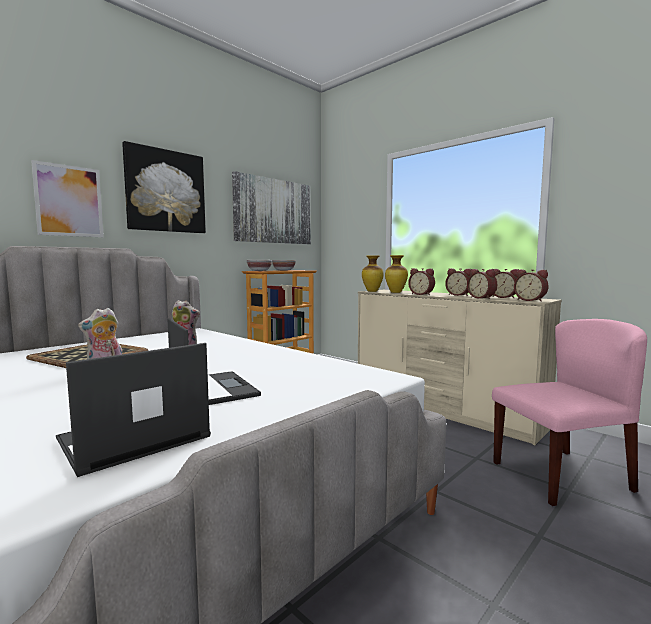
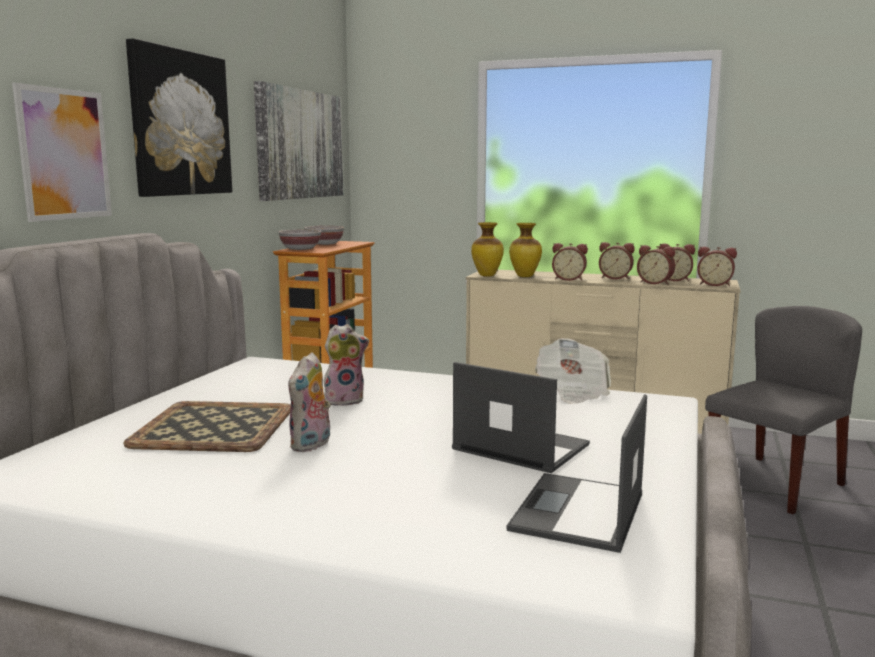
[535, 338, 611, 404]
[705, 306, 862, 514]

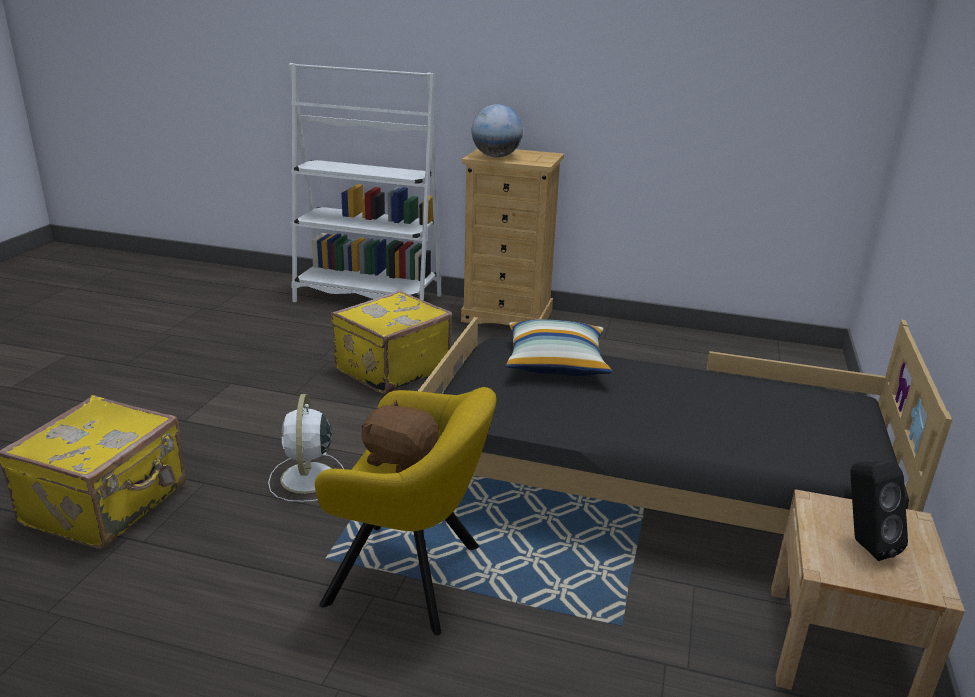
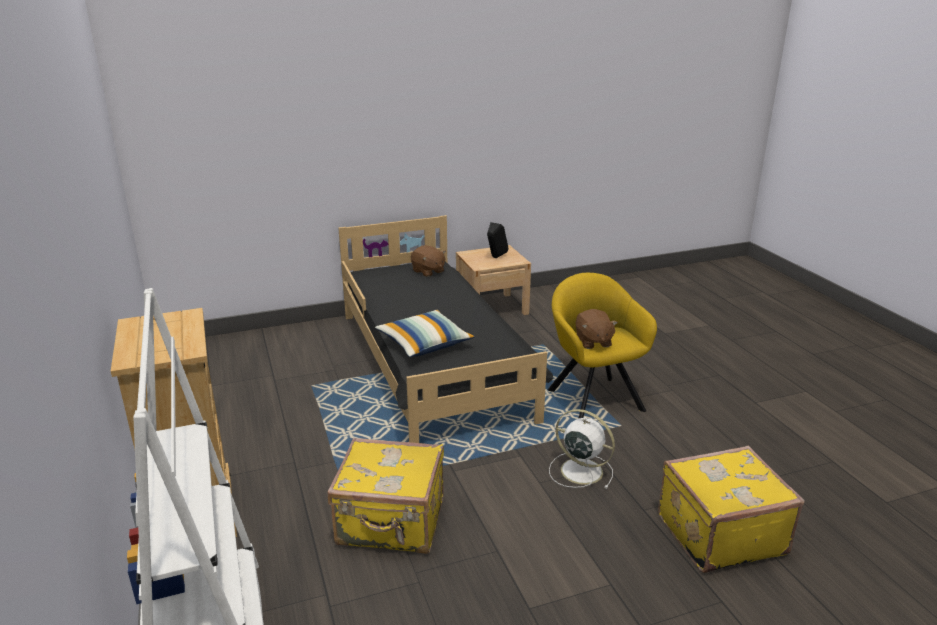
[411, 245, 446, 277]
[549, 409, 615, 489]
[472, 104, 523, 157] (first image)

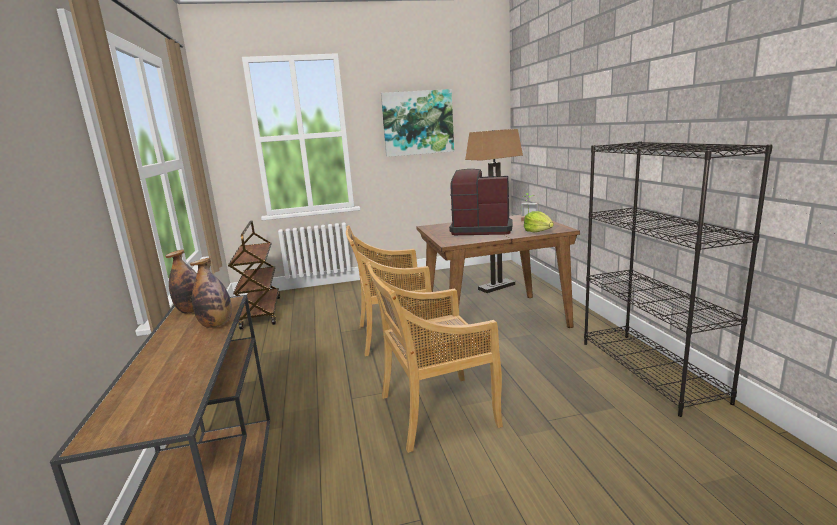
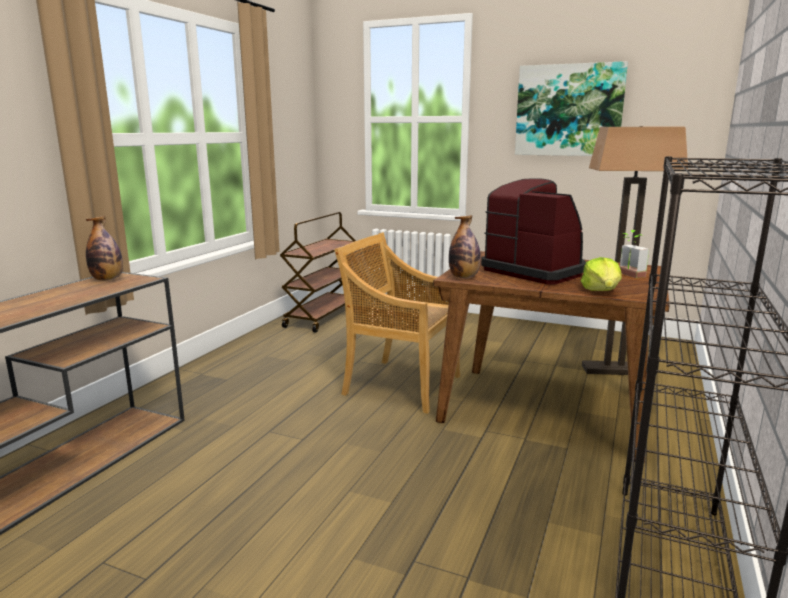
[449, 215, 481, 278]
[365, 262, 503, 453] (first image)

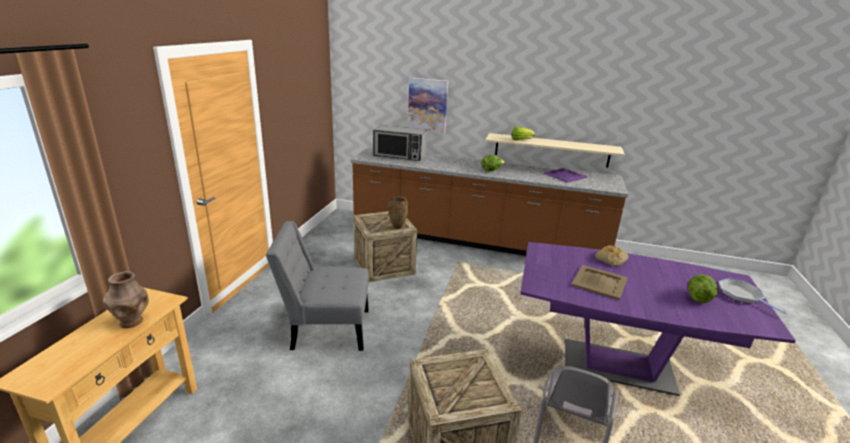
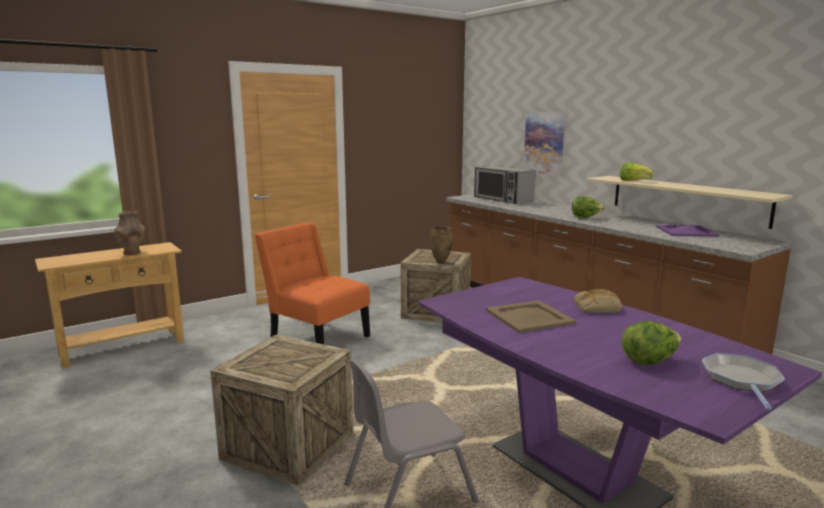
[255, 222, 370, 344]

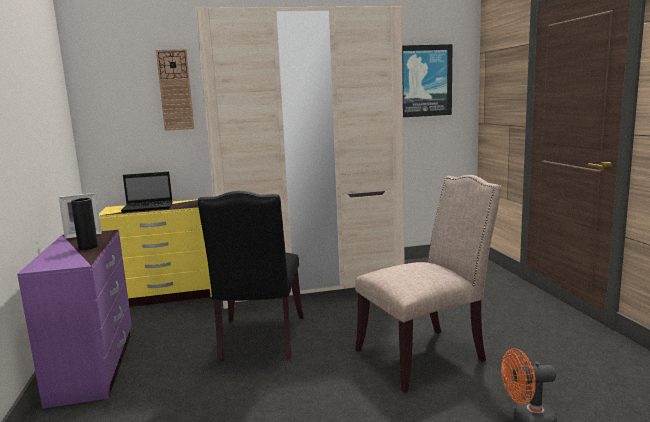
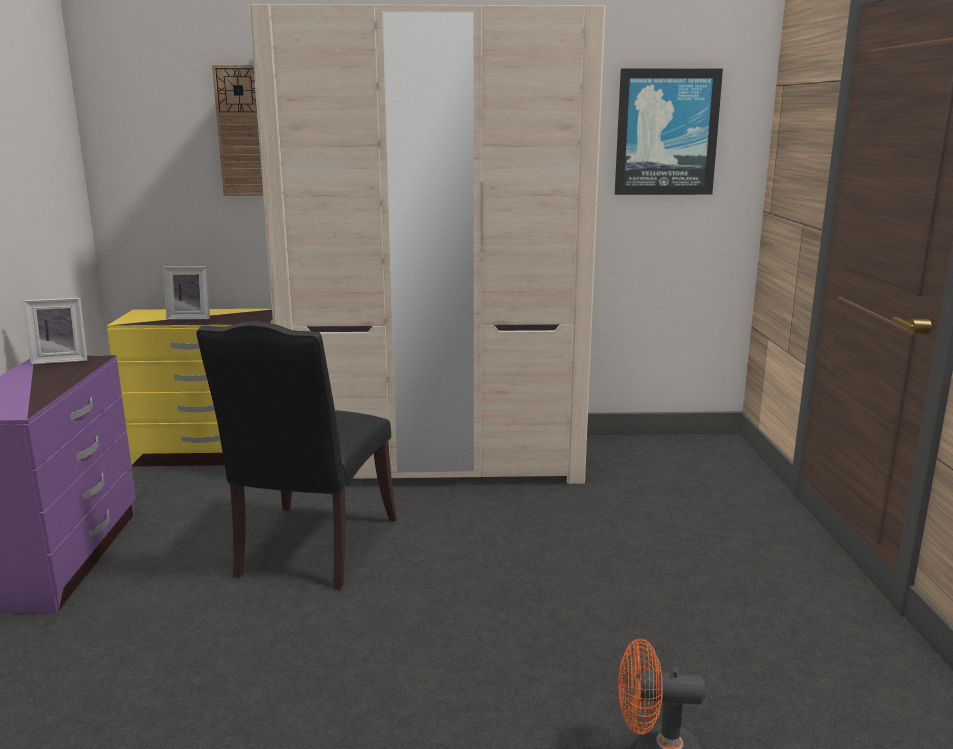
[163, 266, 210, 319]
[71, 198, 98, 250] (first image)
[355, 175, 502, 393] (first image)

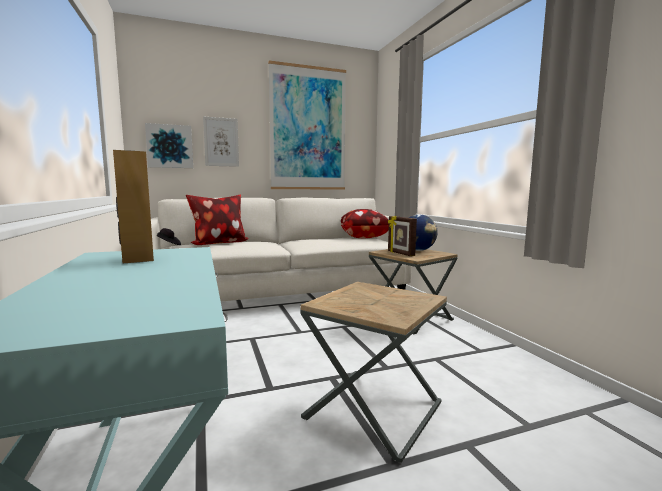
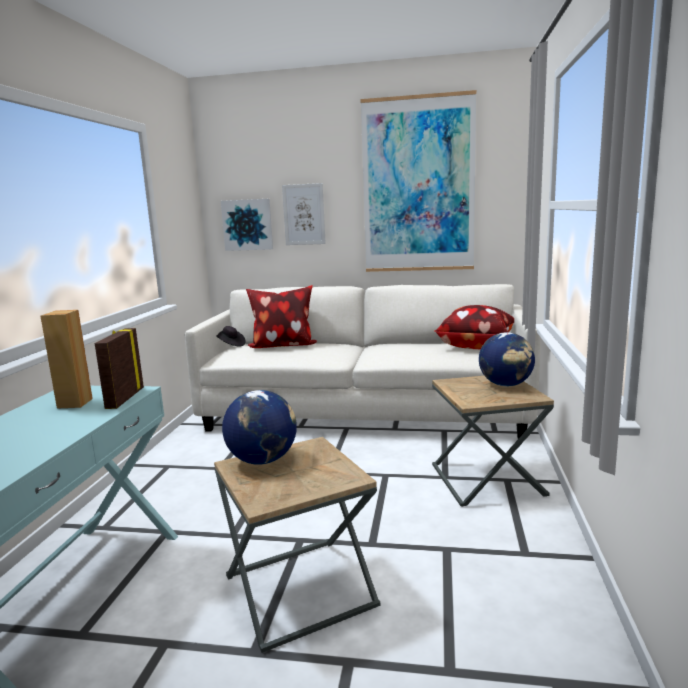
[95, 328, 144, 409]
[222, 390, 297, 465]

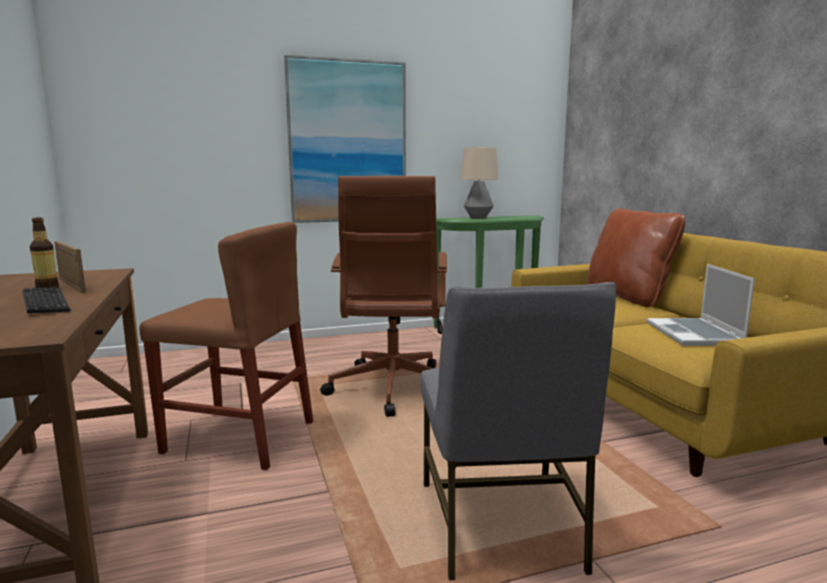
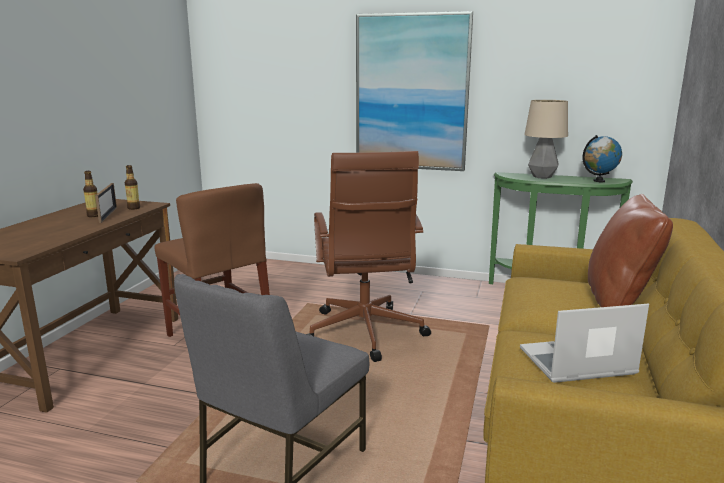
[125, 165, 140, 210]
[306, 151, 431, 362]
[520, 304, 649, 383]
[583, 135, 622, 182]
[22, 287, 71, 313] (first image)

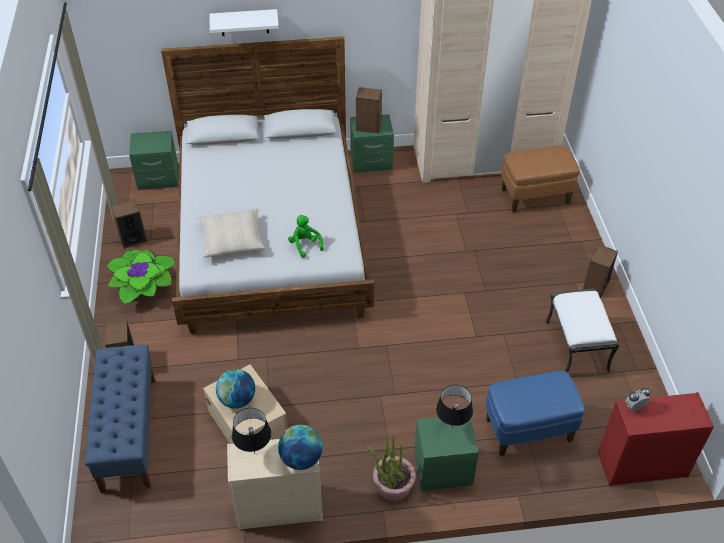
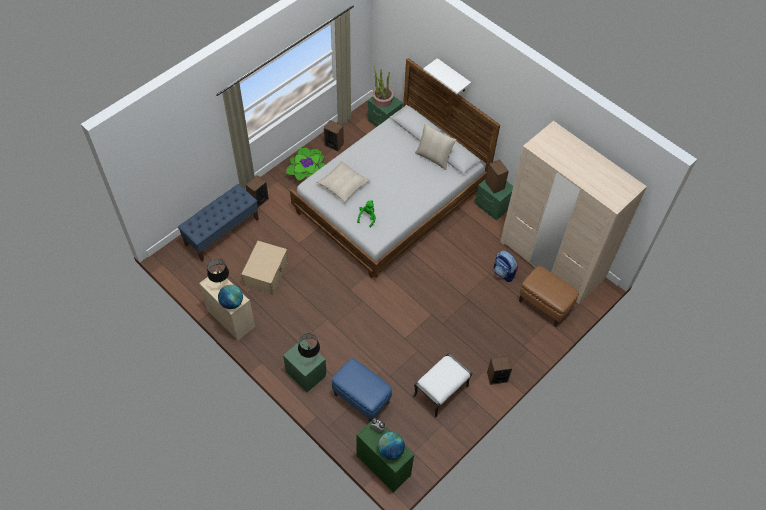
[356, 422, 414, 493]
[372, 66, 394, 107]
[378, 432, 405, 460]
[415, 123, 457, 170]
[494, 250, 518, 282]

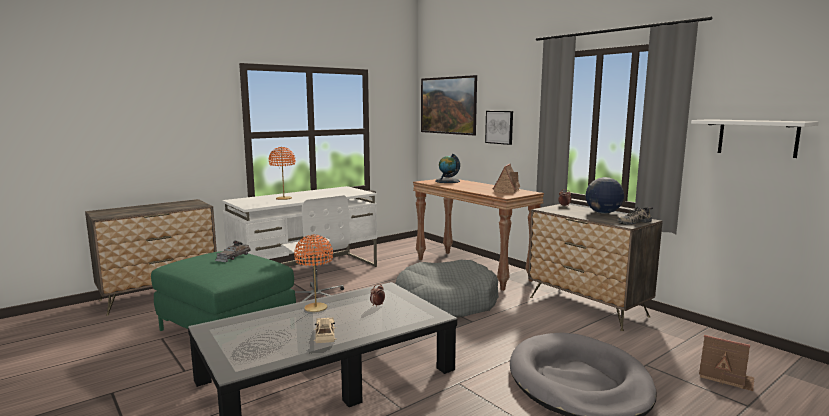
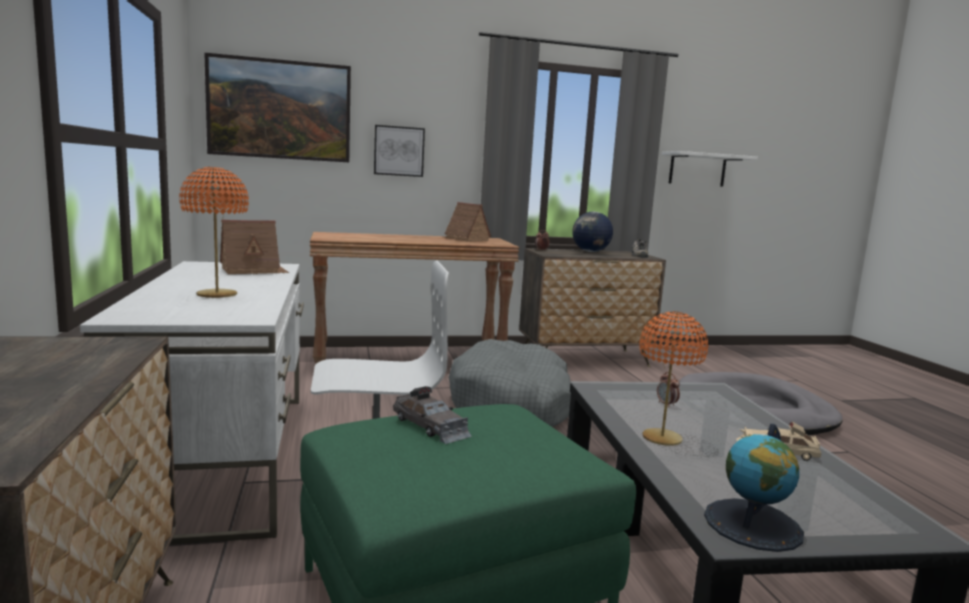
[220, 219, 289, 275]
[704, 424, 804, 552]

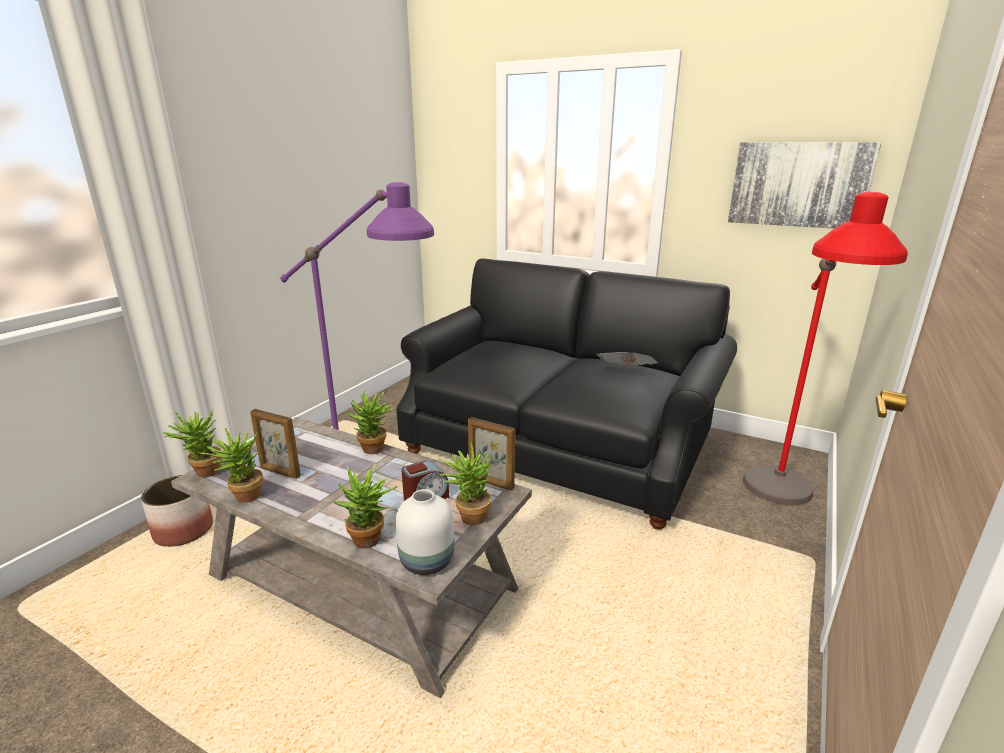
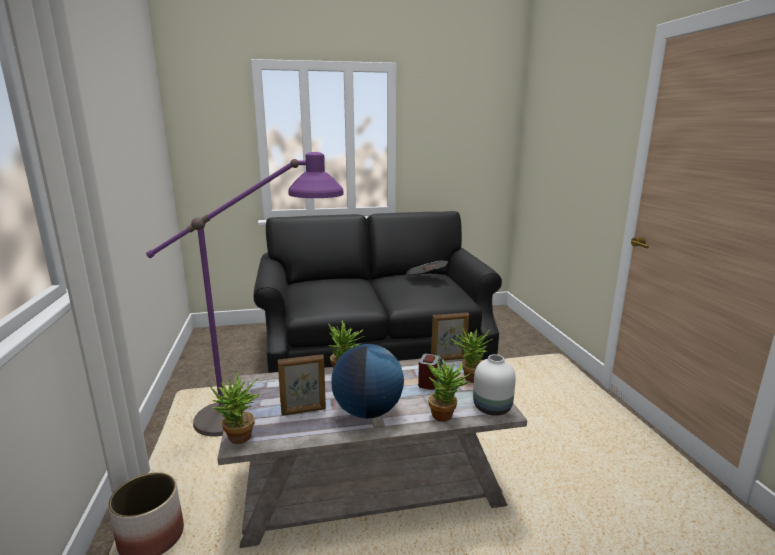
[332, 344, 404, 419]
[200, 428, 263, 503] (first image)
[728, 142, 881, 229] (first image)
[743, 192, 908, 505] (first image)

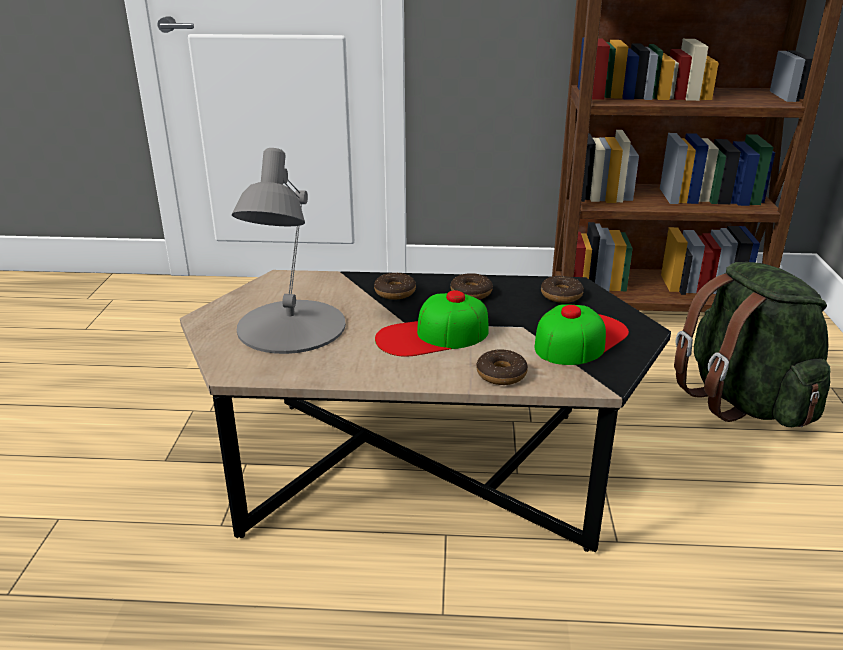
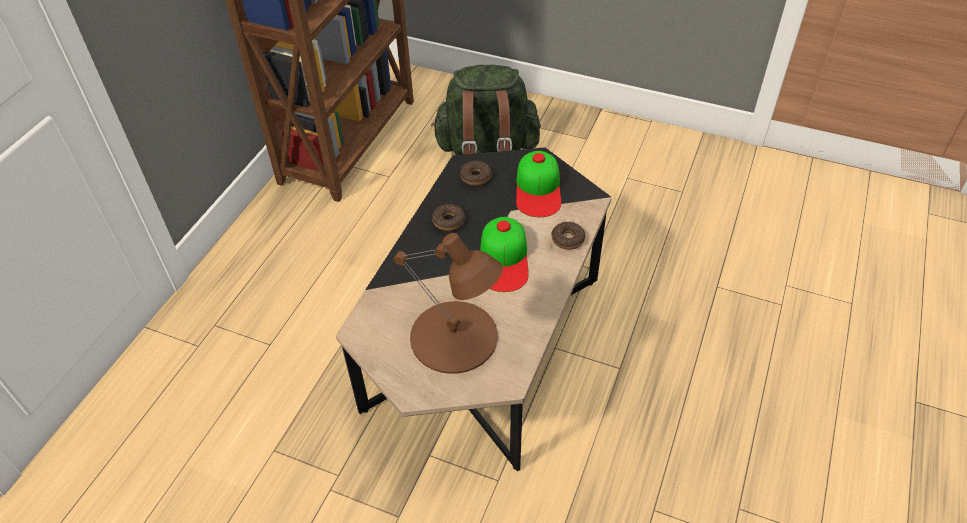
[394, 233, 503, 374]
[516, 151, 561, 217]
[374, 272, 416, 299] (first image)

